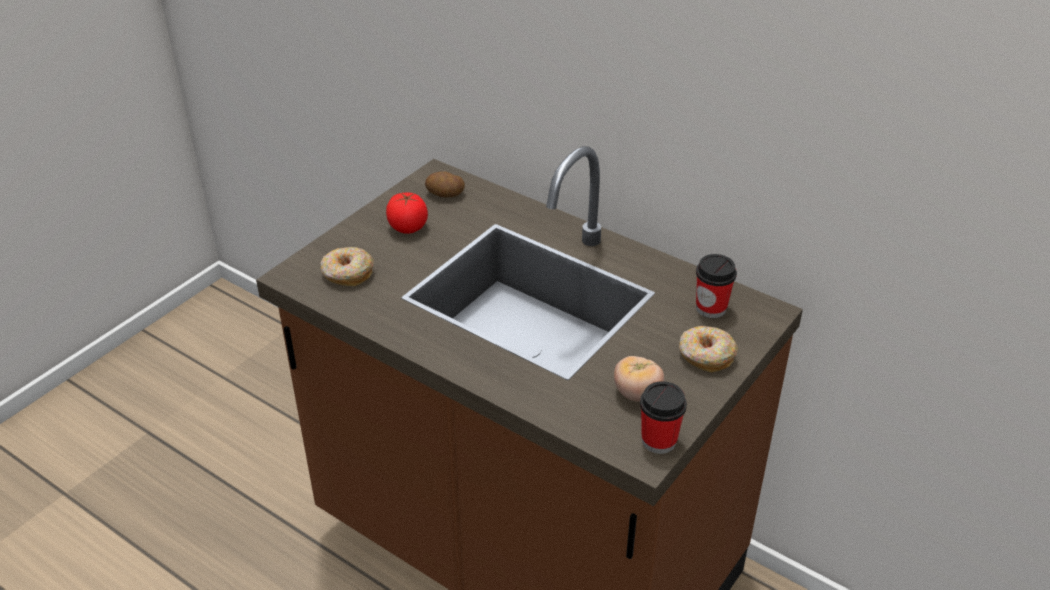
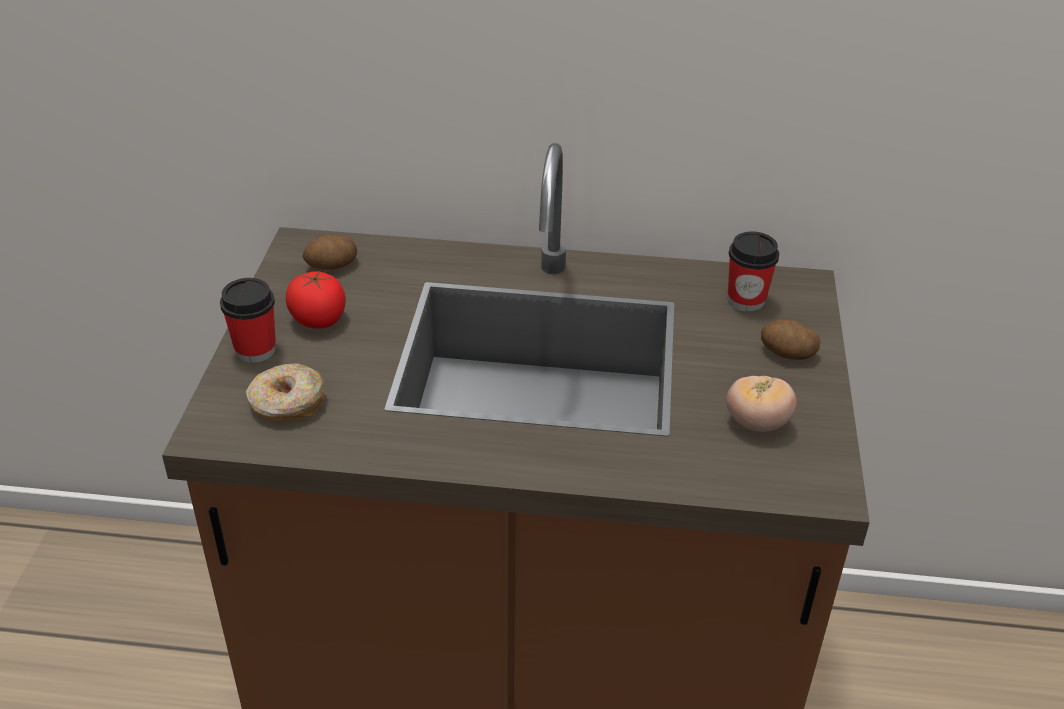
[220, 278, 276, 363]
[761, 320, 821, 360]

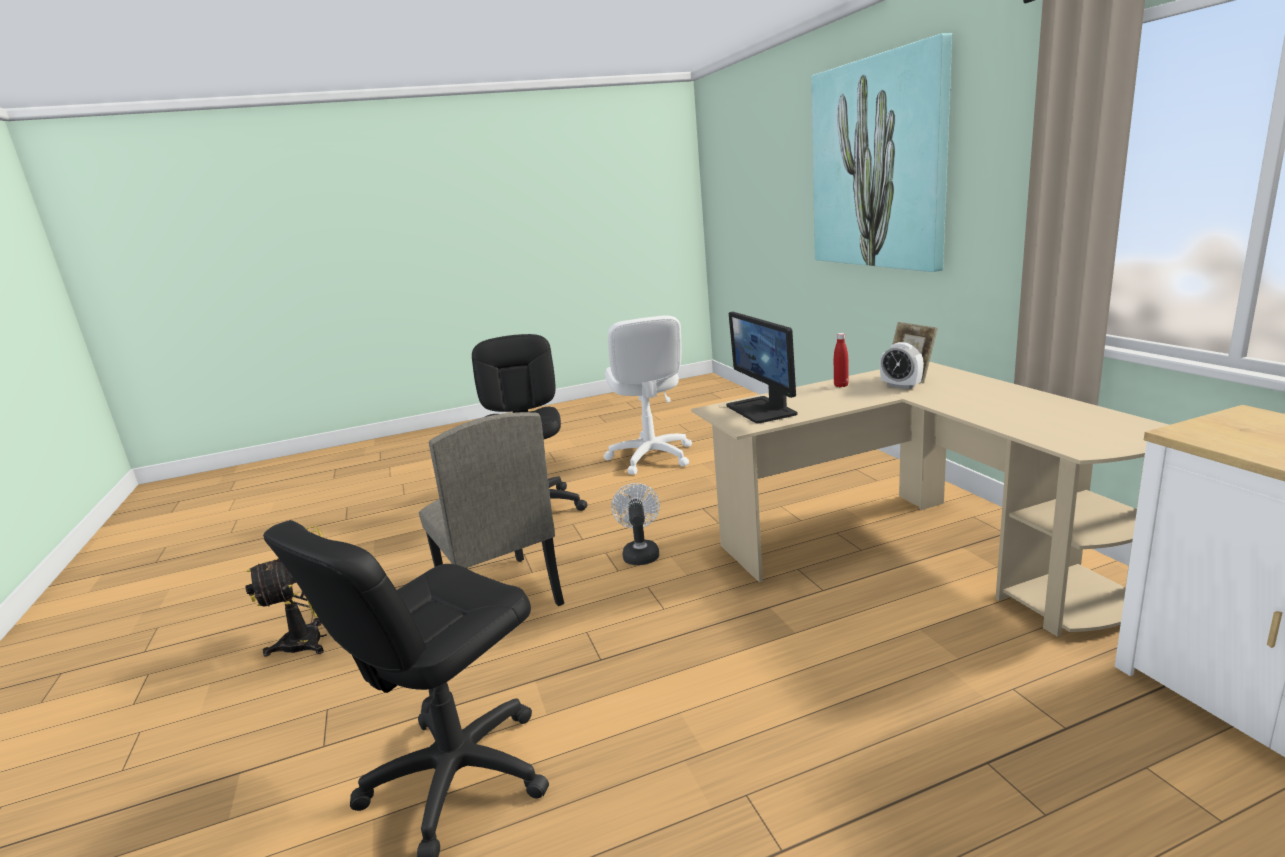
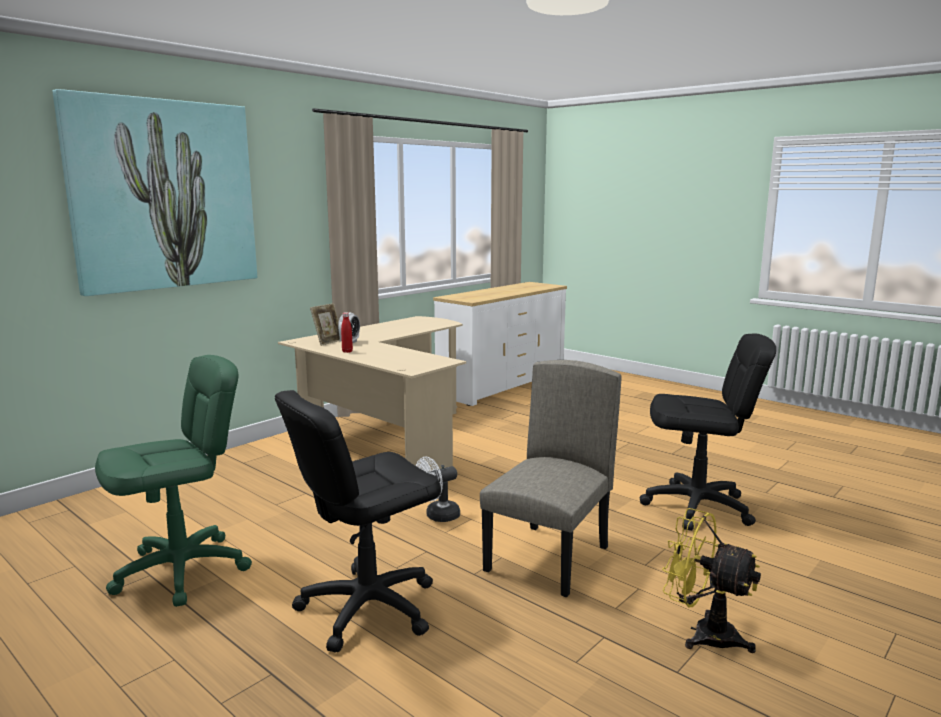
[95, 355, 252, 607]
[726, 312, 797, 424] (first image)

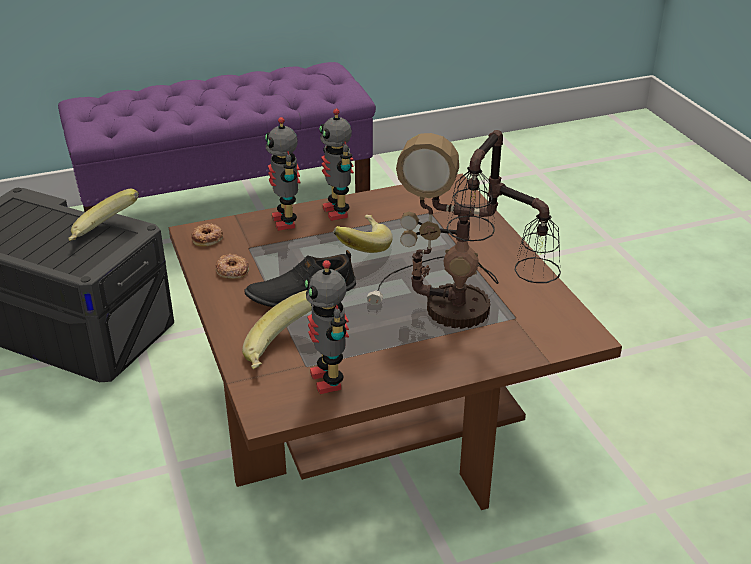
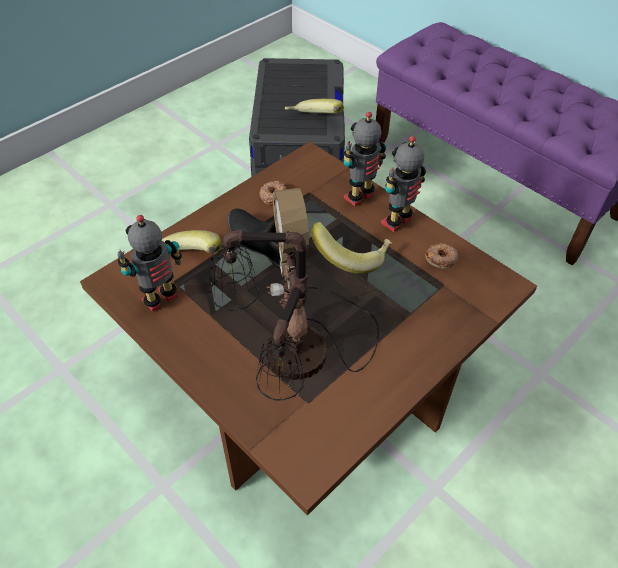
[426, 243, 458, 269]

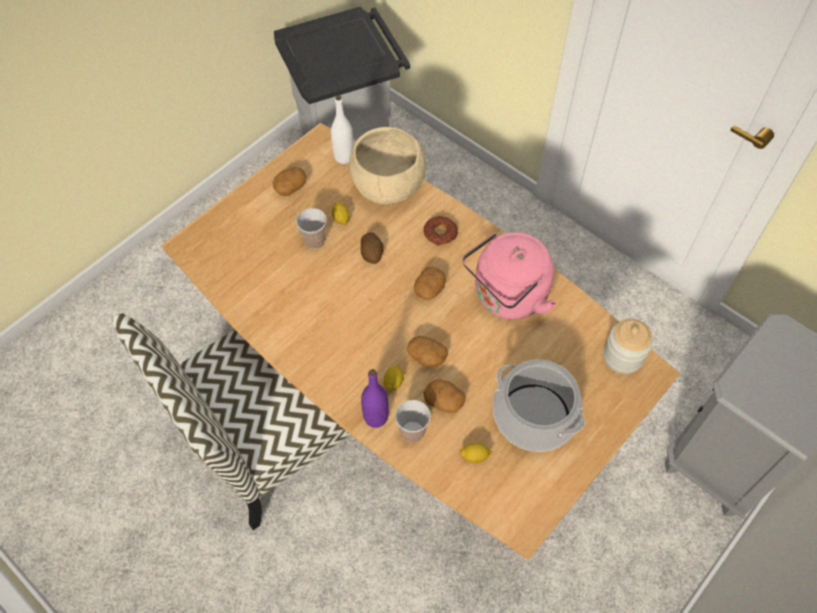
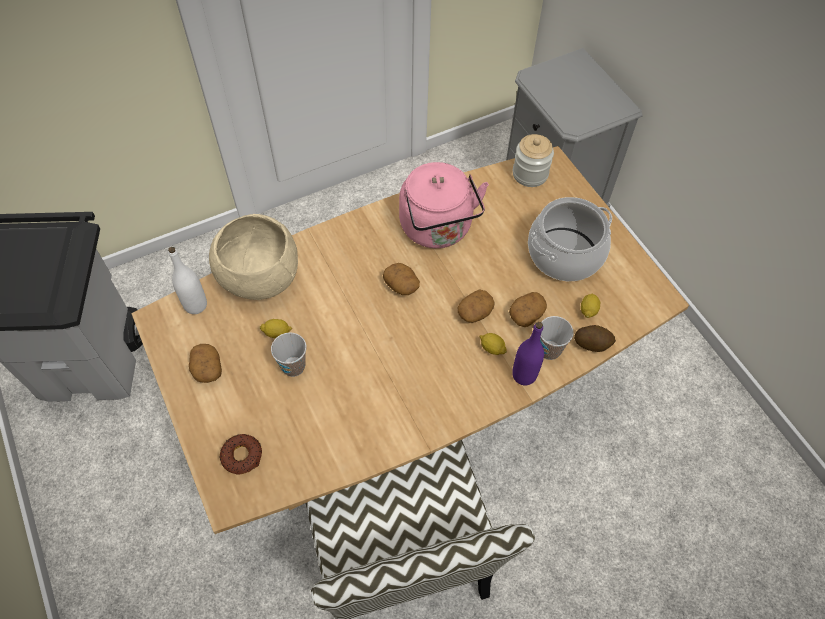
[220, 434, 262, 474]
[574, 325, 616, 352]

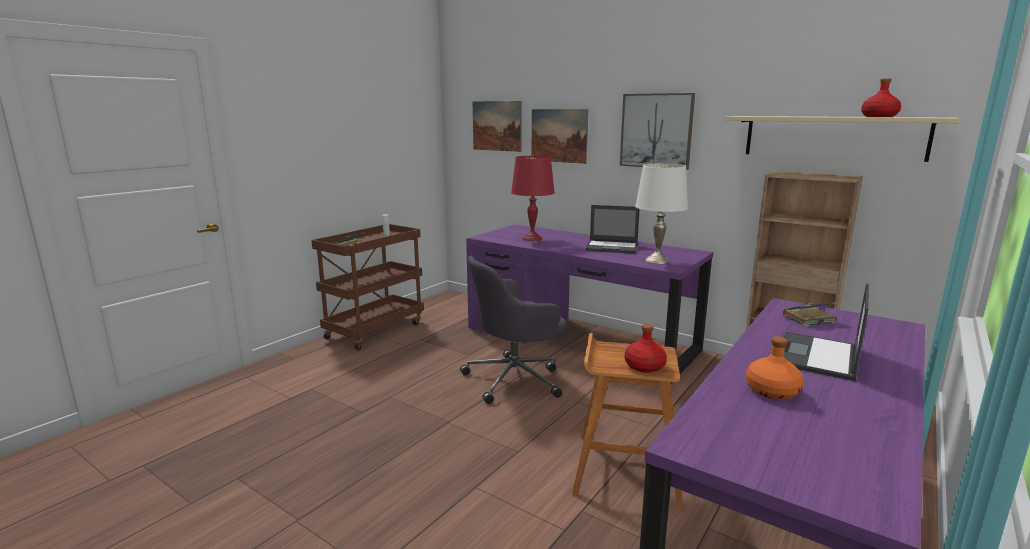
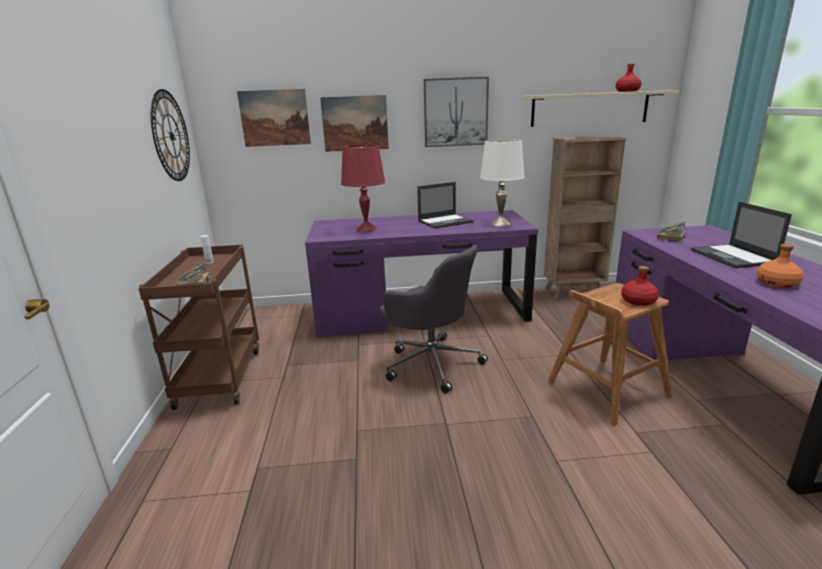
[151, 89, 190, 181]
[379, 245, 488, 393]

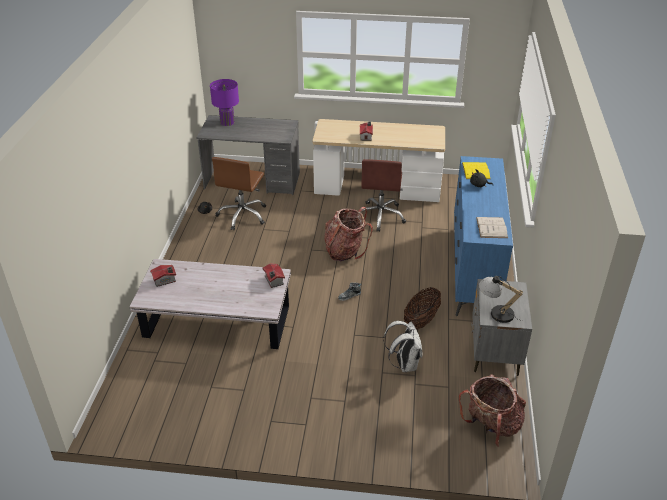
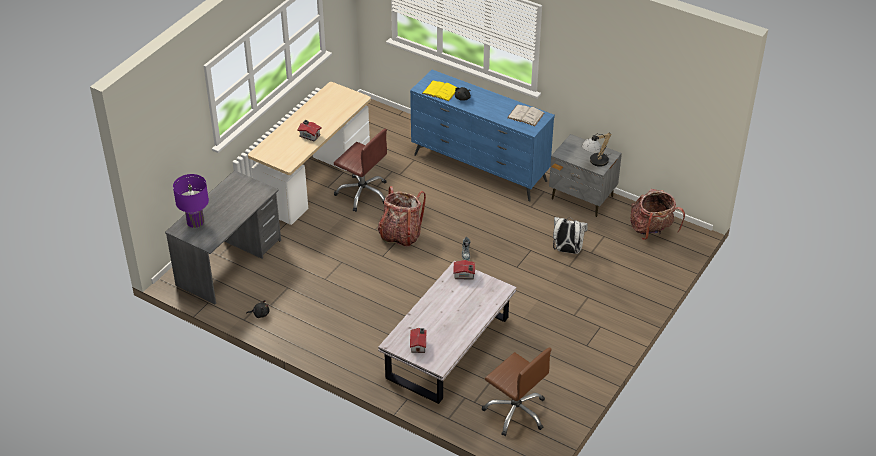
[482, 347, 552, 436]
[404, 287, 441, 330] (first image)

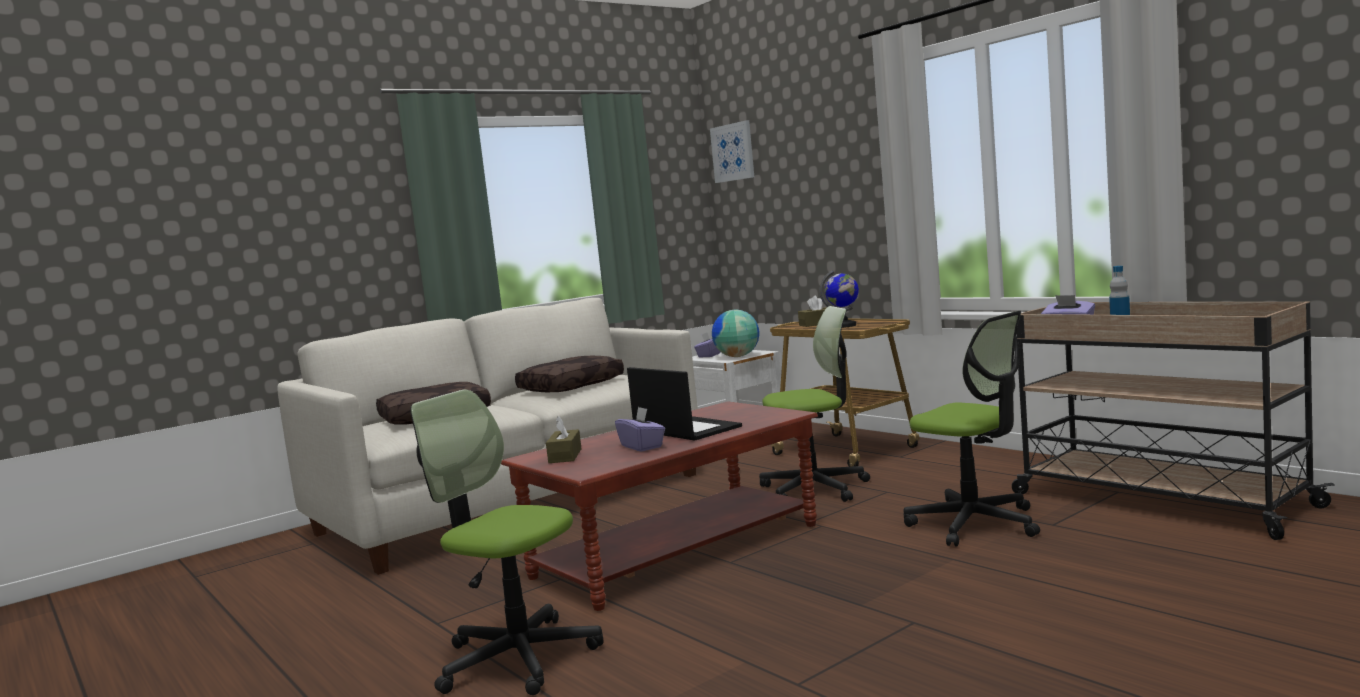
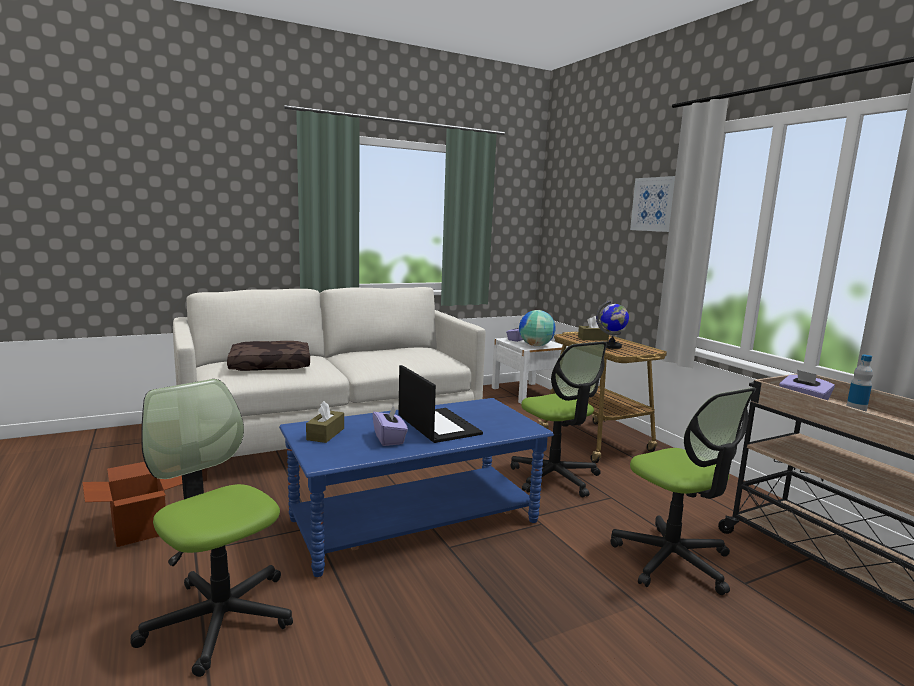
[82, 462, 182, 547]
[279, 398, 554, 577]
[511, 341, 607, 498]
[630, 176, 675, 232]
[515, 356, 624, 392] (first image)

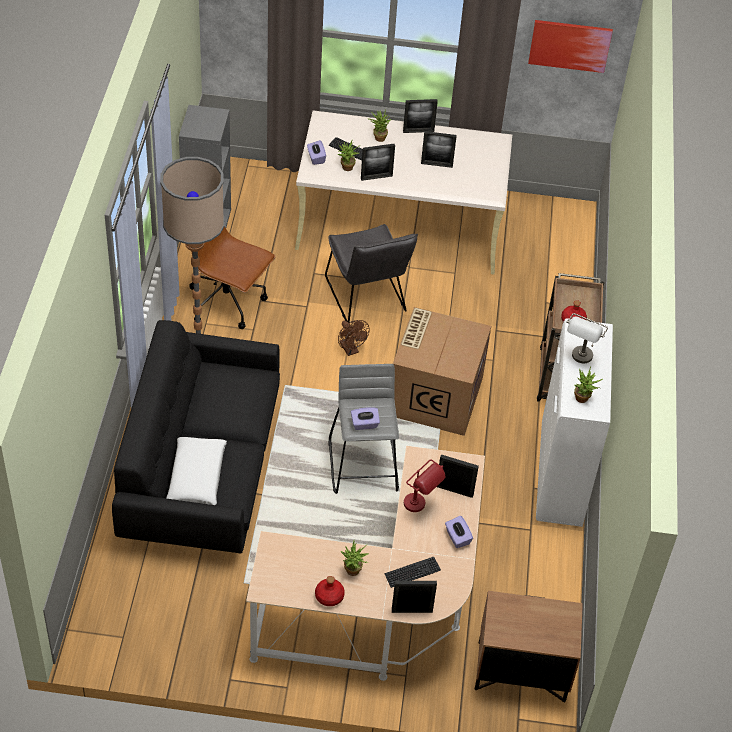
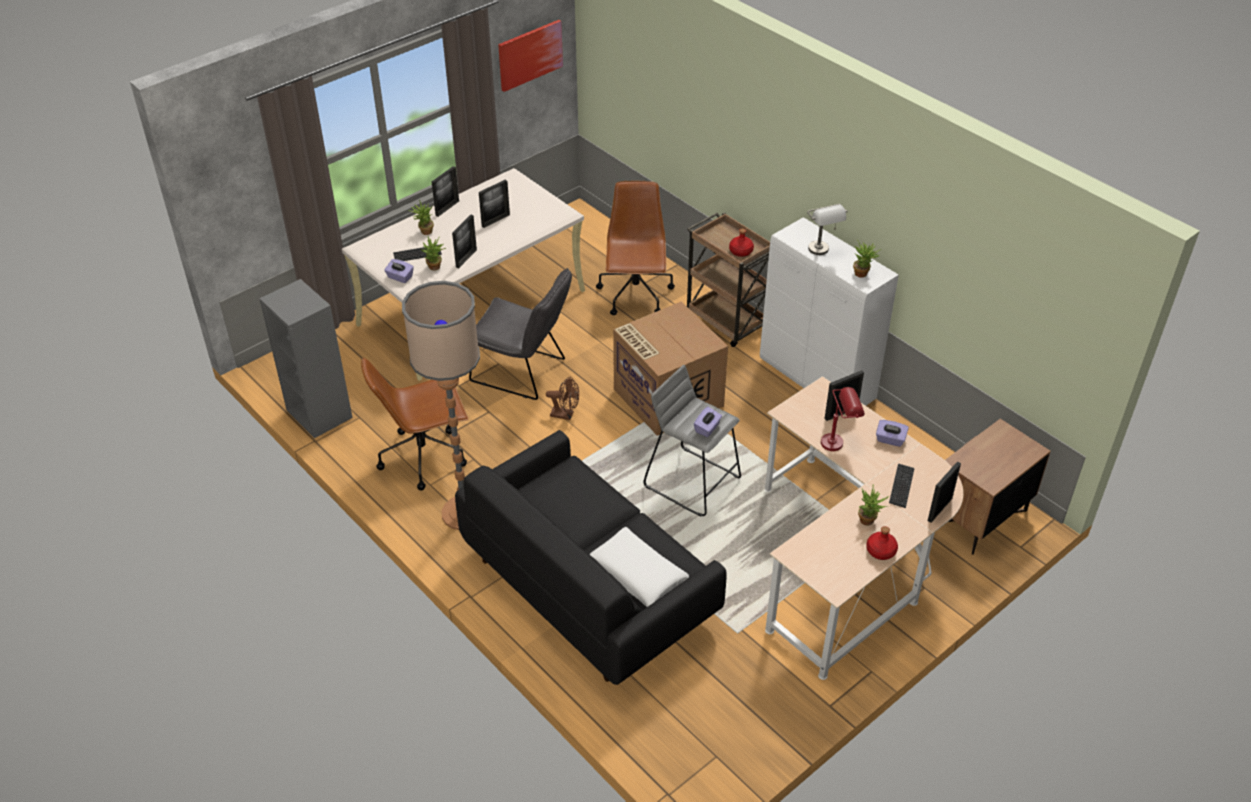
[596, 181, 675, 315]

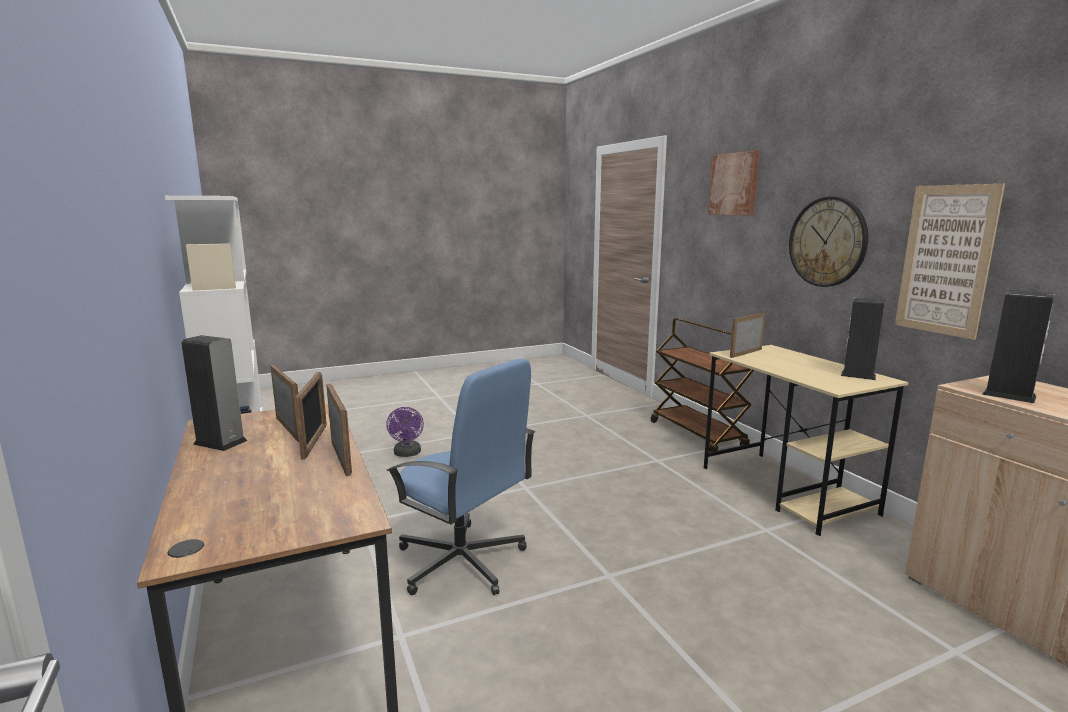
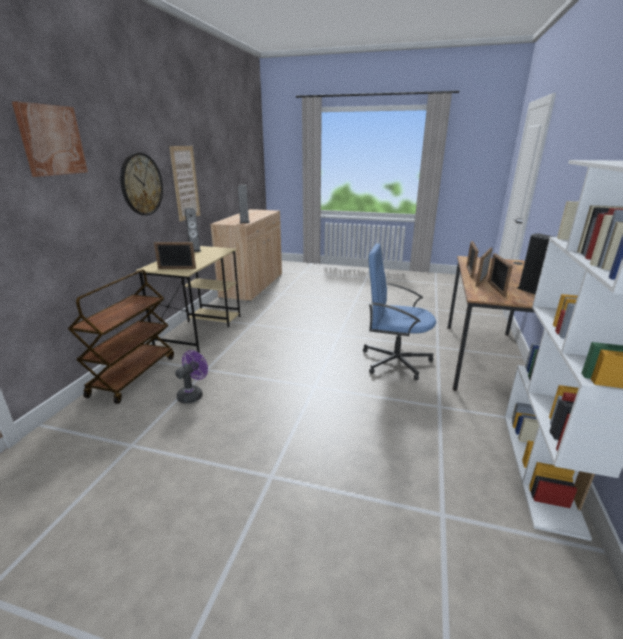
[175, 350, 208, 404]
[363, 243, 436, 380]

